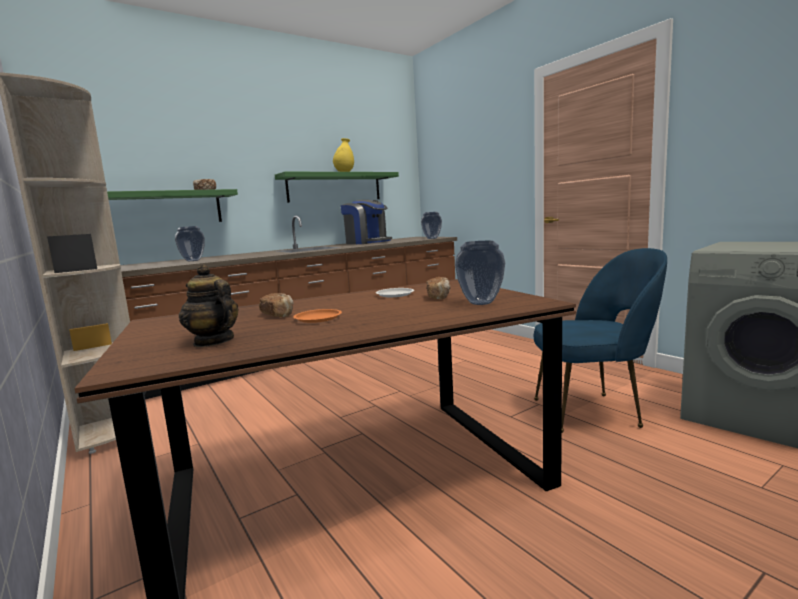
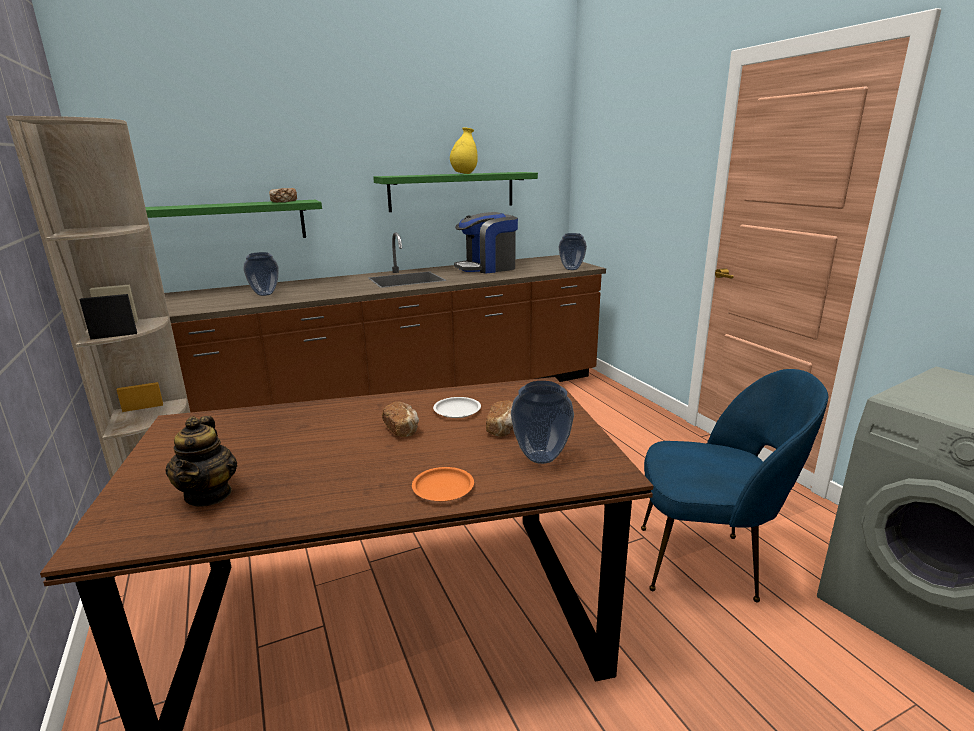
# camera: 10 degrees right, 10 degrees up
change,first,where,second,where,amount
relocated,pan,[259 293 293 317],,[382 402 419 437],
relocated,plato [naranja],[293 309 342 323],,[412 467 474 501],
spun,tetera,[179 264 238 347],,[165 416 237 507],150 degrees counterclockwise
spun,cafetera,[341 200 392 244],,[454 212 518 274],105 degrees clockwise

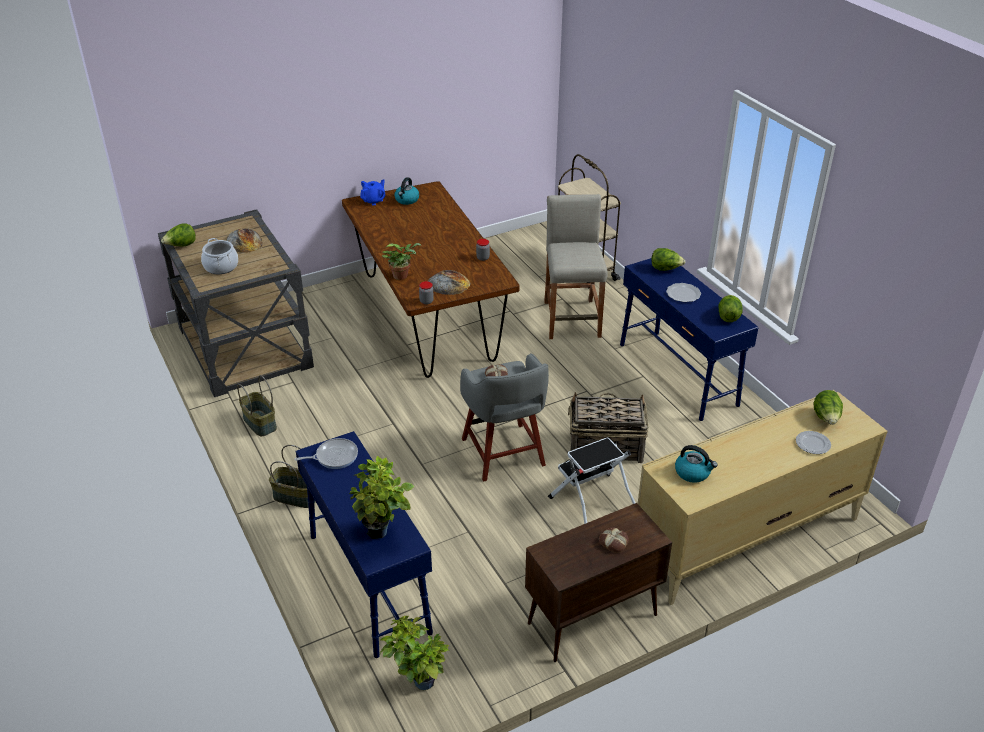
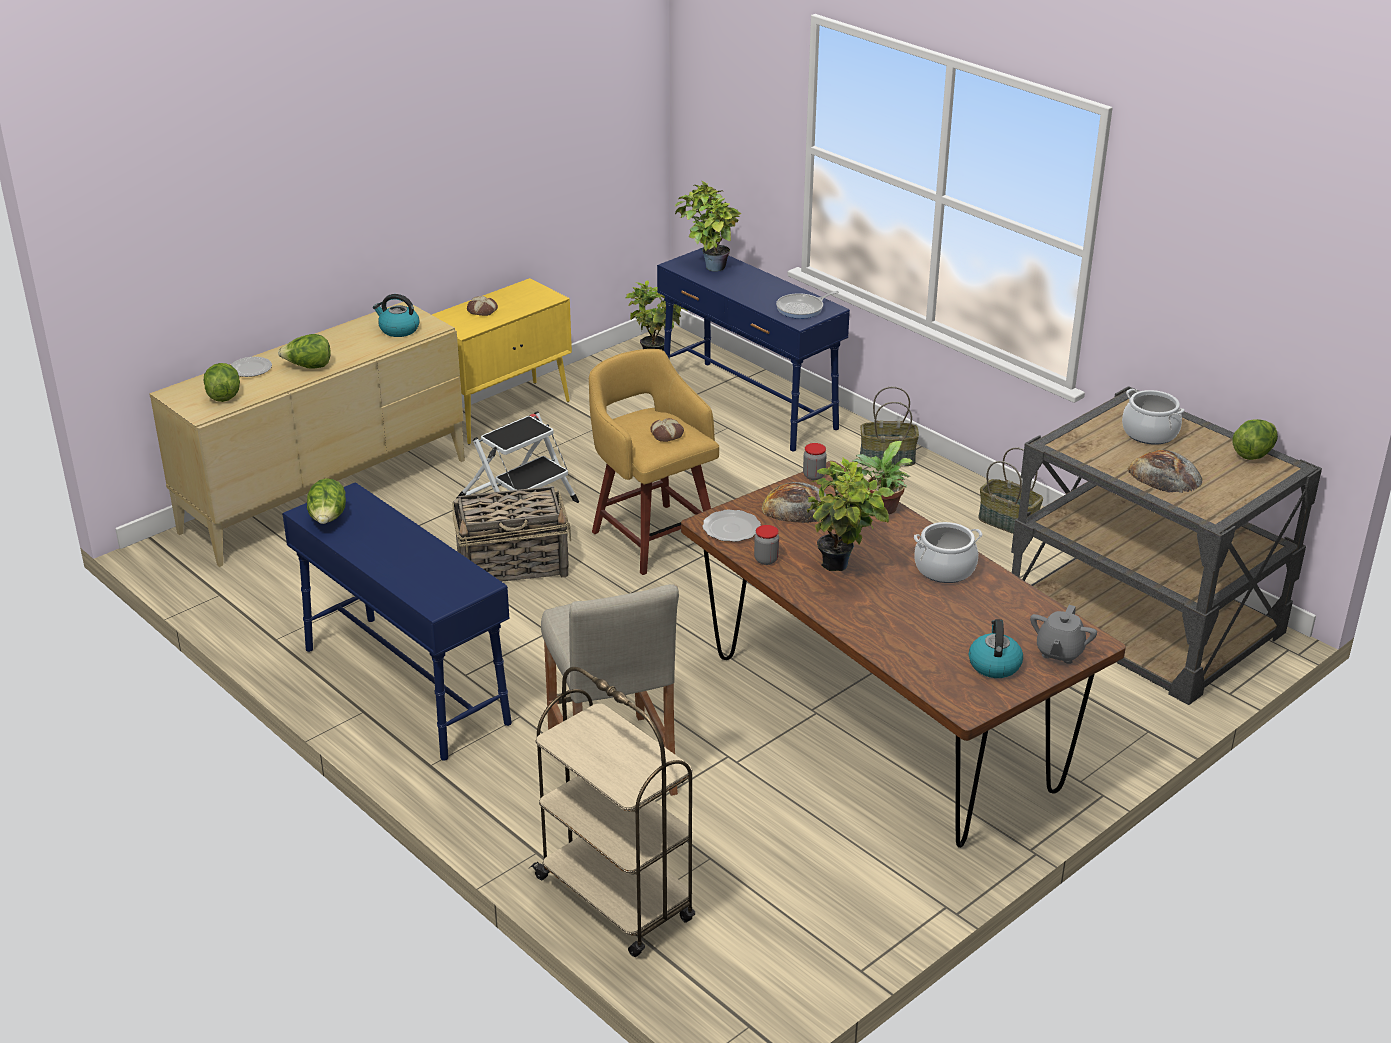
# camera: 165 degrees right, 5 degrees down
change,first,where,second,where,amount
appeared,,,planta en maceta,[807 458 895 571],
appeared,,,olla,[914 522 982 583],
relocated,lechuga,[651 248 685 271],,[278 334 330 369],
relocated,plato,[666 283 701 302],,[702 510 761 542],
colour,tetera [azul],[360 179 385 206],tetera [gris],[1030 605 1097 664],
colour,taburete [gris],[460 353 549 481],taburete [amarillo],[589 349 719 575],
colour,armario [marrón],[525 503 672 662],armario [amarillo],[432 278 572 445],

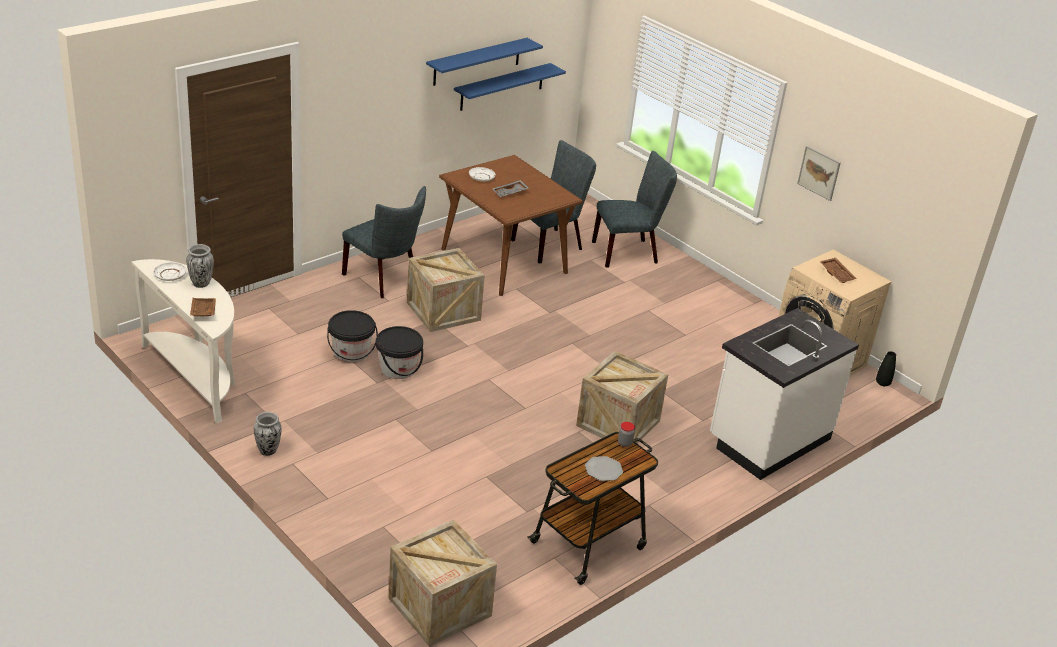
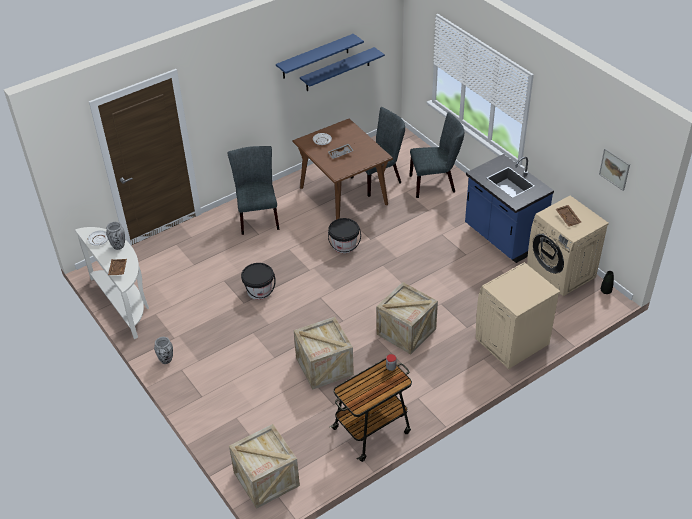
# camera: 10 degrees right, 10 degrees up
change,first,where,second,where,amount
missing,plato,[585 456 623 481],,,
appeared,,,mueble bajo de cocina [azul],[465 154 554 263],
relocated,cubo [negro],[327 310 378 363],,[328 218 361 253],
relocated,caja de embalaje,[407 248 485 332],,[294 317 354 390],
relocated,cuadro,[797 146 841 201],,[599 148 630 191],
exchanged,mueble bajo de cocina [blanco],[710 308 859 480],lavadora [beis],[476 262 560 369],
spun,silla [gris],[342 186 426 298],,[228 146 279 235],150 degrees counterclockwise

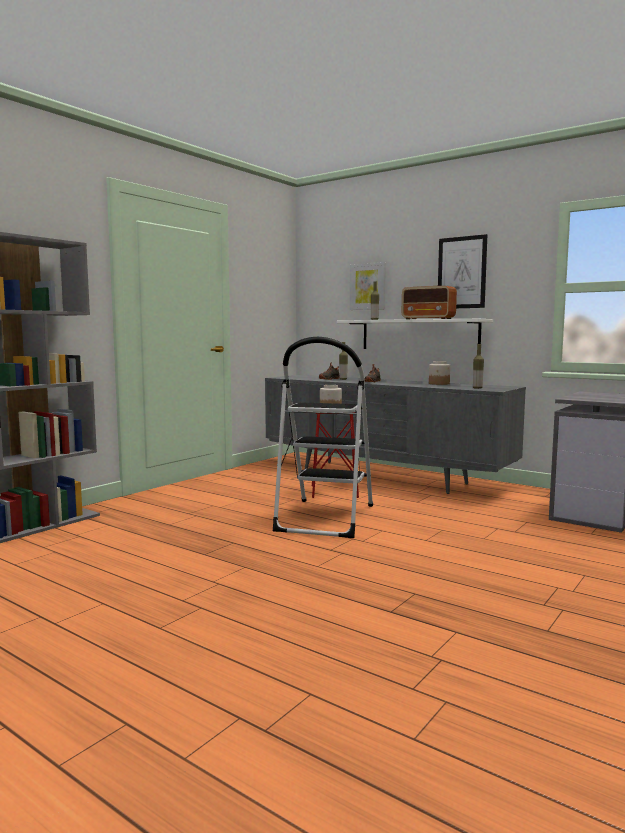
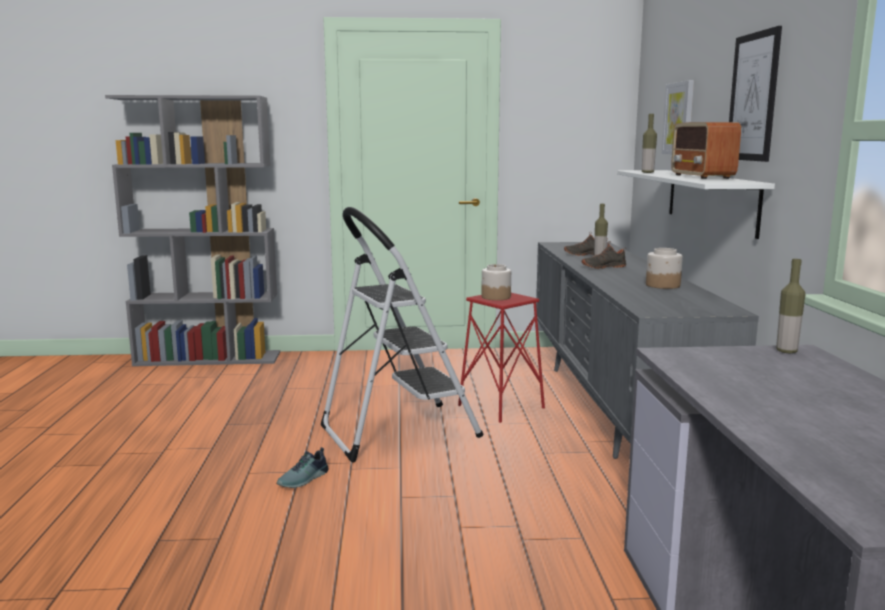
# camera: 50 degrees right, 5 degrees up
change,first,where,second,where,amount
appeared,,,zapato,[277 447 328 488],
relocated,botella,[473 344 484 389],,[776 259 805 353],

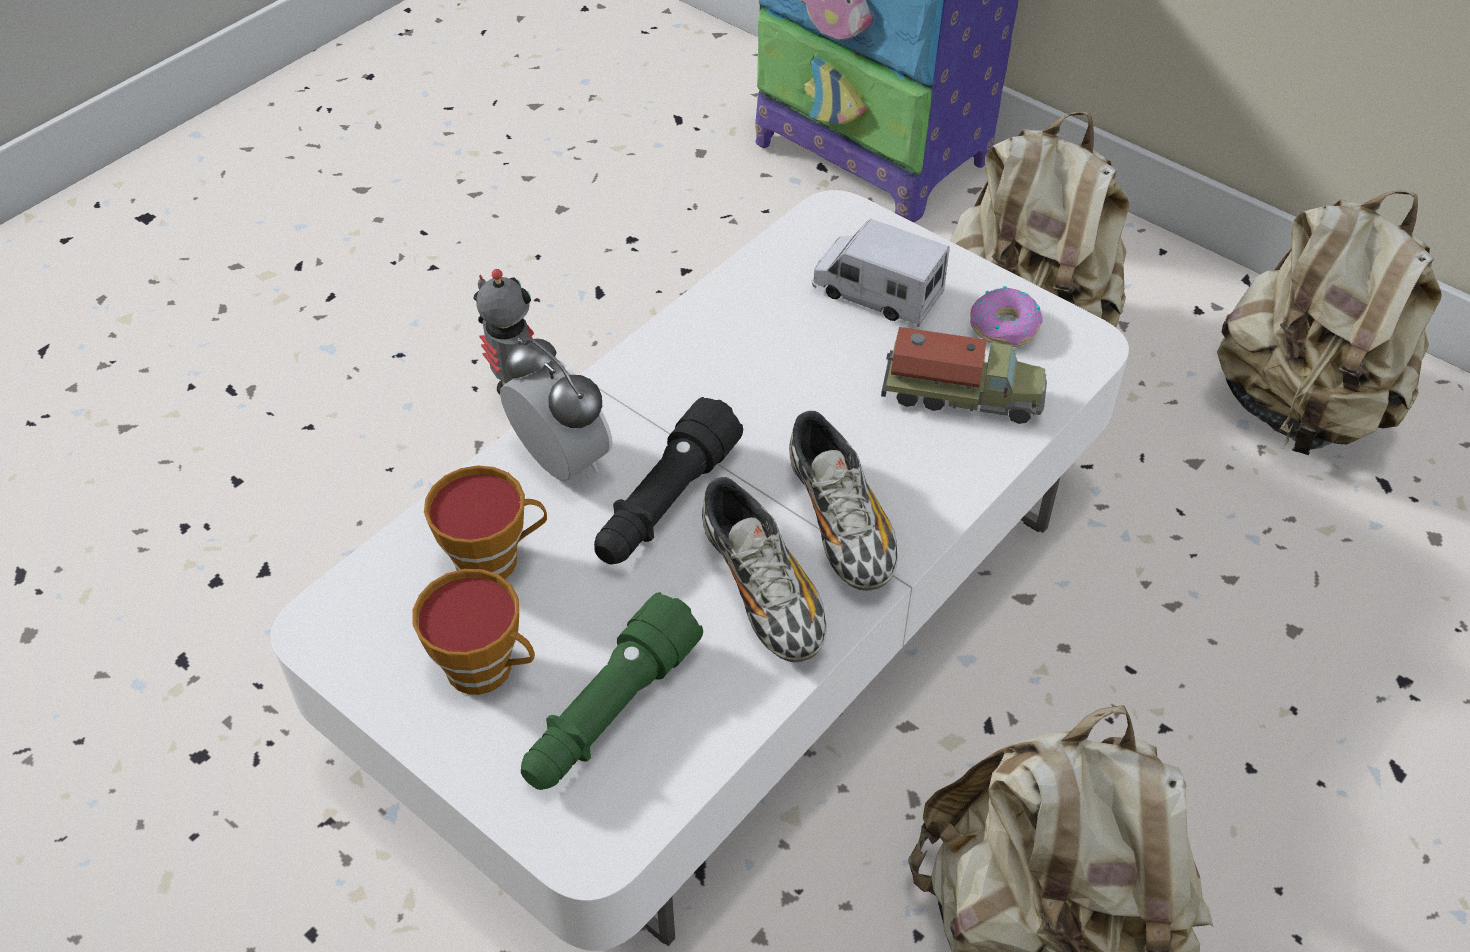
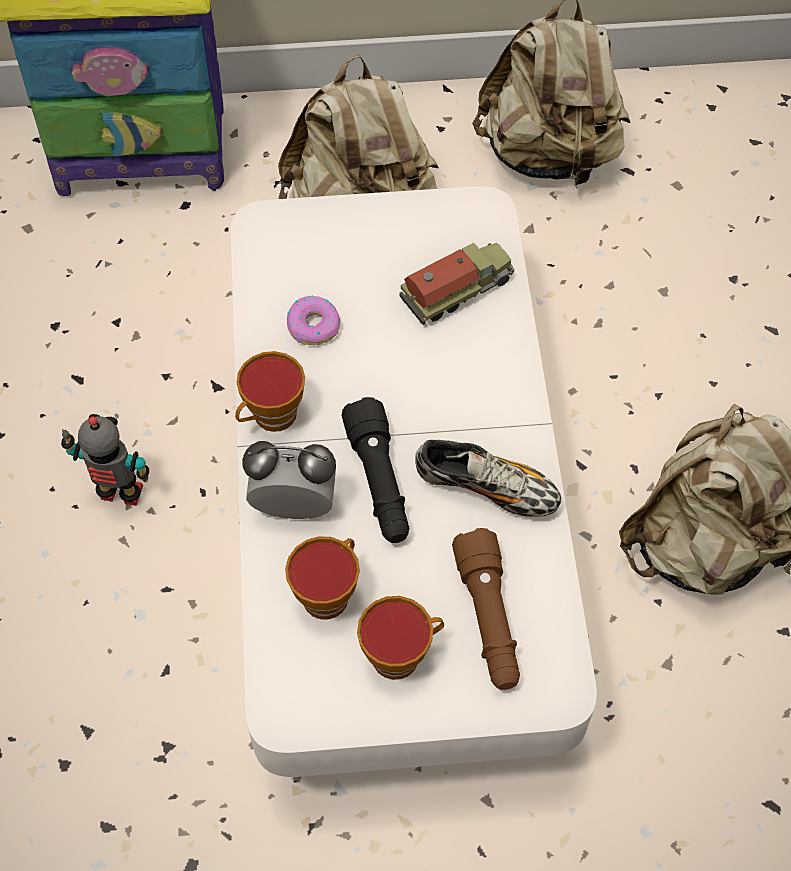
# camera: 45 degrees left, 10 degrees up
change,first,where,second,where,amount
missing,zapato,[789 411 898 591],,,
missing,camión de juguete,[812 219 950 327],,,
appeared,,,taza,[235 351 305 432],
relocated,rosquilla,[970 286 1042 347],,[287 296 341 345],
colour,linterna [verde],[521 592 703 790],linterna [marrón],[452 528 520 690],

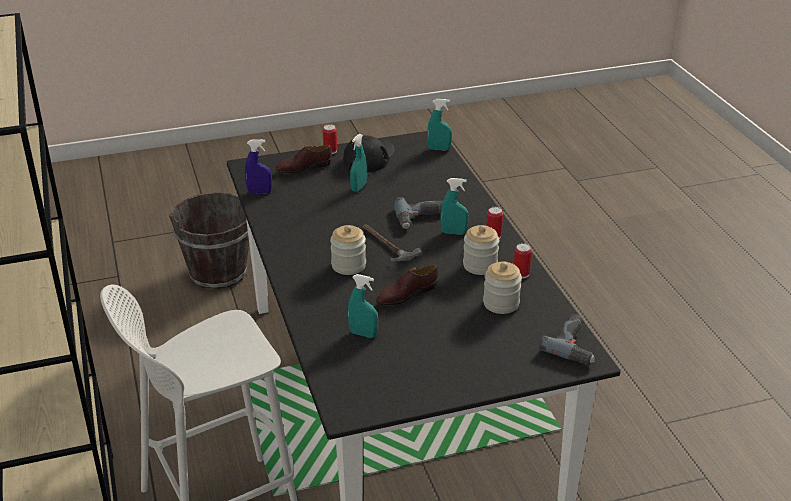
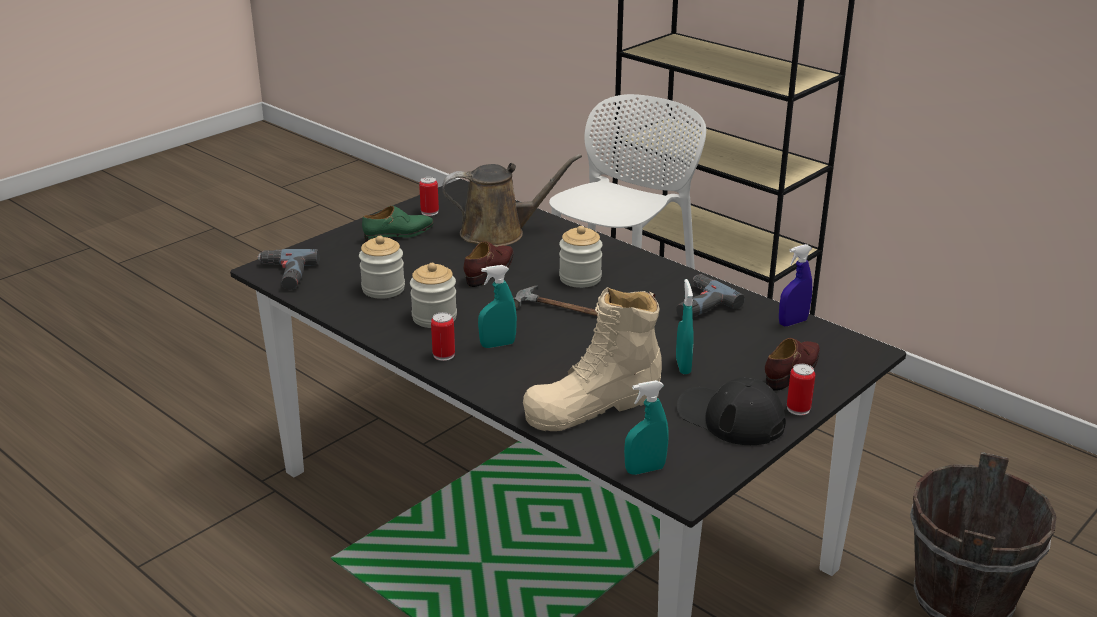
# camera: 150 degrees right, 5 degrees down
change,first,where,second,where,amount
appeared,,,zapato [verde],[362 206 434 242],
appeared,,,bota [beis],[523 287 662 431],
relocated,taladro,[393 197 443 229],,[676 274 745 319],
relocated,lata,[514 243 532 279],,[419 177 439 216],
exchanged,pulverizador [turquesa],[348 274 378 338],regadera [marrón],[442 154 582 247],
spun,gorra [negro],[343 135 395 173],,[677 377 786 445],135 degrees clockwise

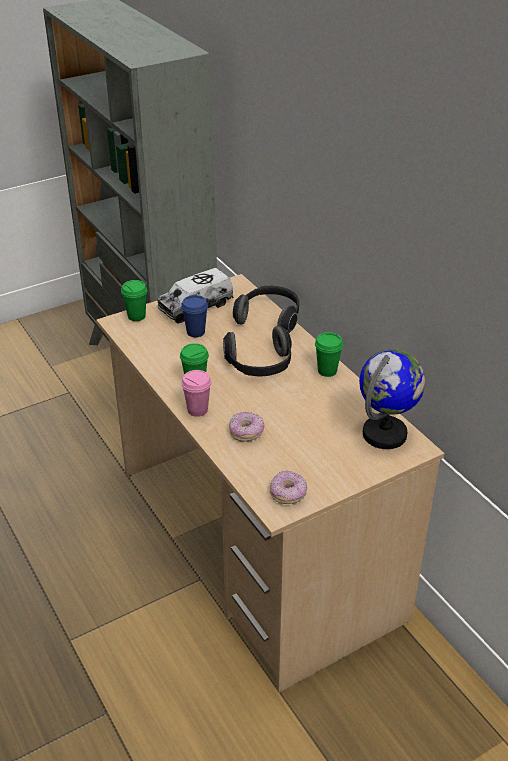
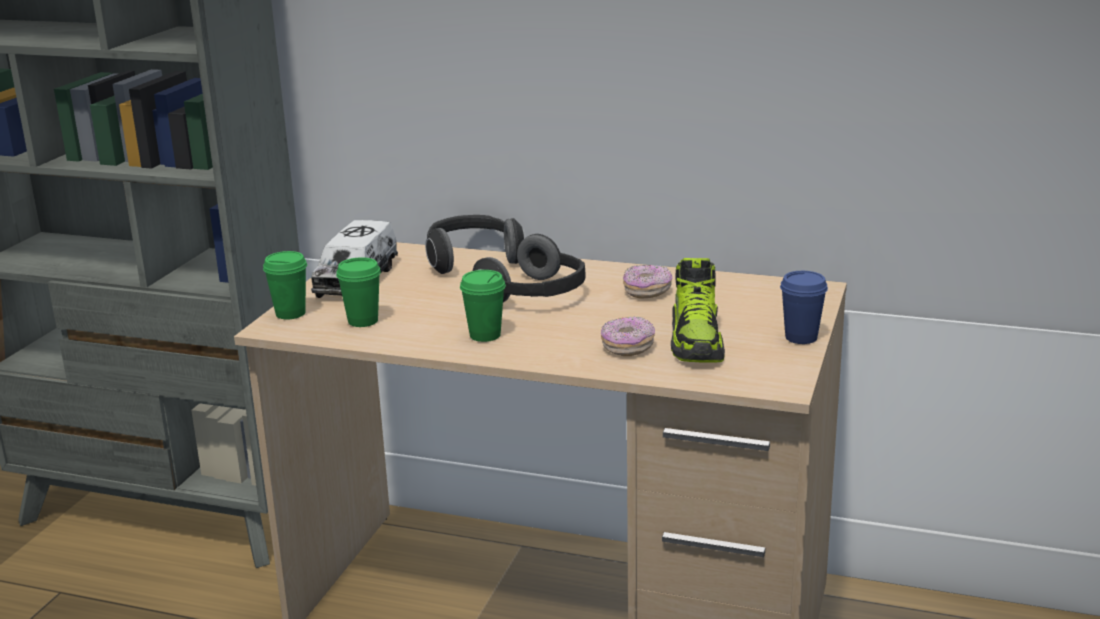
# camera: 40 degrees left, 15 degrees down
change,first,where,second,where,amount
missing,taza [rosa],[181 370 212 417],,,
missing,globo terráqueo,[359 349 425 449],,,
appeared,,,zapato,[671 258 725 363],
relocated,taza [azul],[181 295 208 337],,[780 271 828 344],
relocated,rosquilla,[270 471 307 504],,[623 265 672 299],
relocated,taza [verde],[315 332 343 377],,[336 257 381 327],

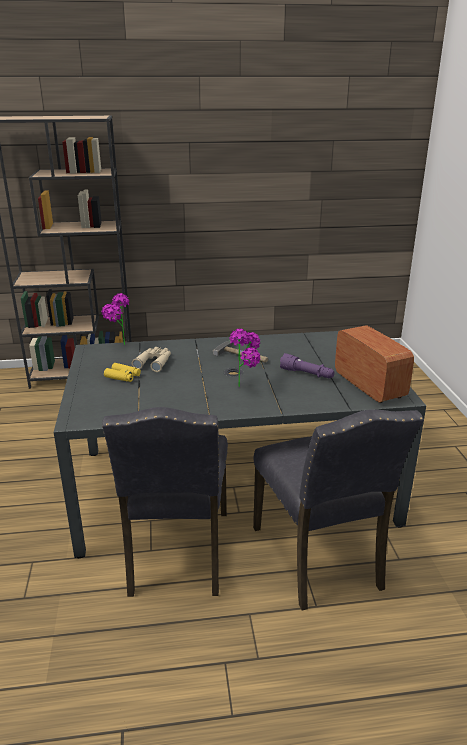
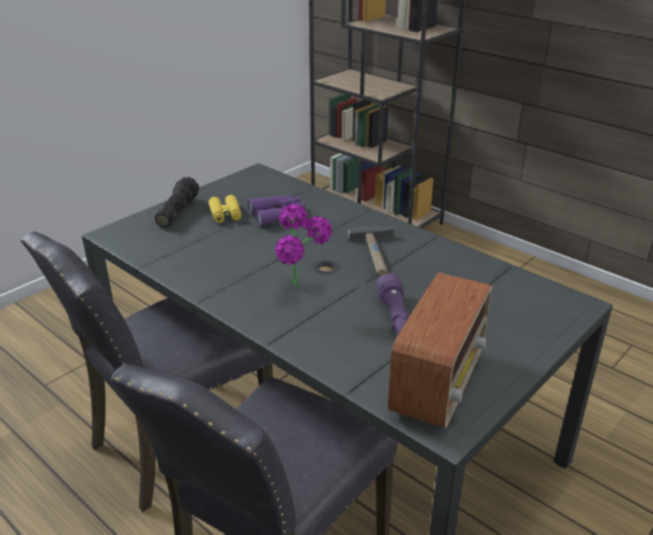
# camera: 50 degrees right, 5 degrees up
change,first,where,second,where,amount
missing,planta en maceta,[102 293 129 345],,,
appeared,,,linterna,[155 177 199 227],
colour,prismáticos [beis],[132 347 171 372],prismáticos [morado],[248 195 306 226],

